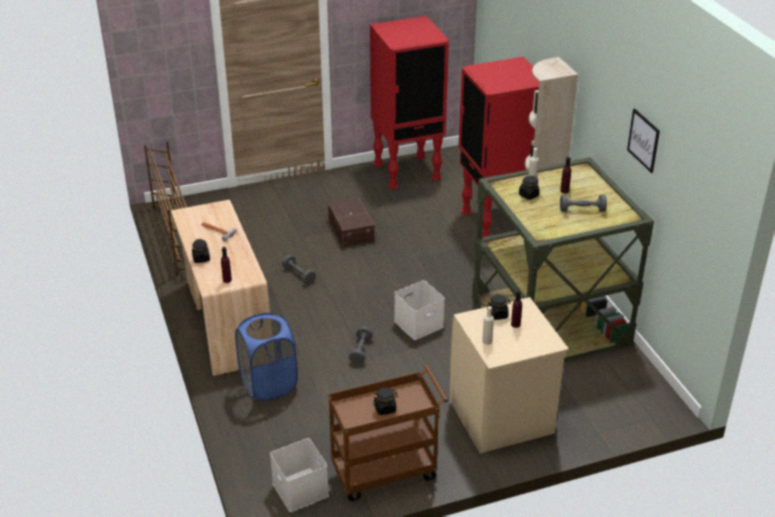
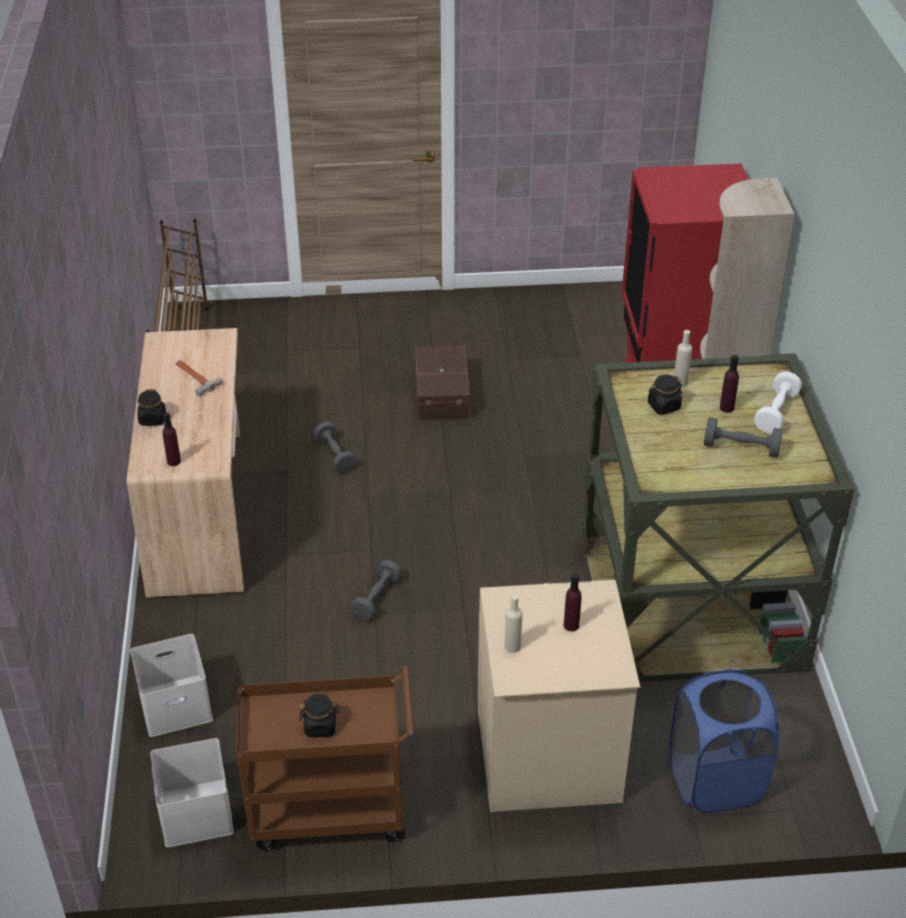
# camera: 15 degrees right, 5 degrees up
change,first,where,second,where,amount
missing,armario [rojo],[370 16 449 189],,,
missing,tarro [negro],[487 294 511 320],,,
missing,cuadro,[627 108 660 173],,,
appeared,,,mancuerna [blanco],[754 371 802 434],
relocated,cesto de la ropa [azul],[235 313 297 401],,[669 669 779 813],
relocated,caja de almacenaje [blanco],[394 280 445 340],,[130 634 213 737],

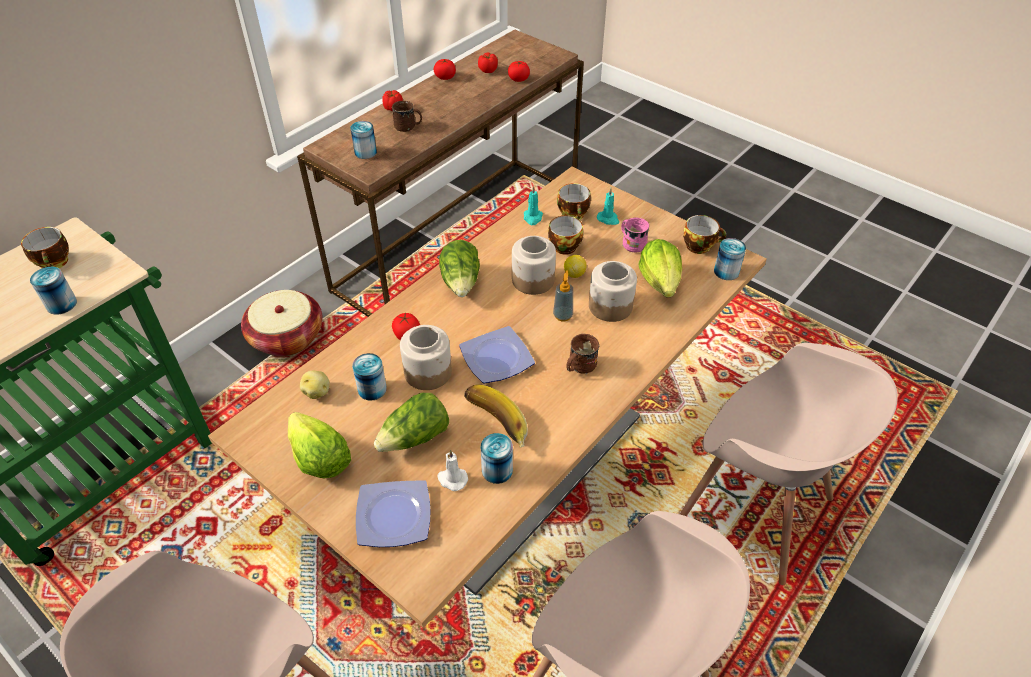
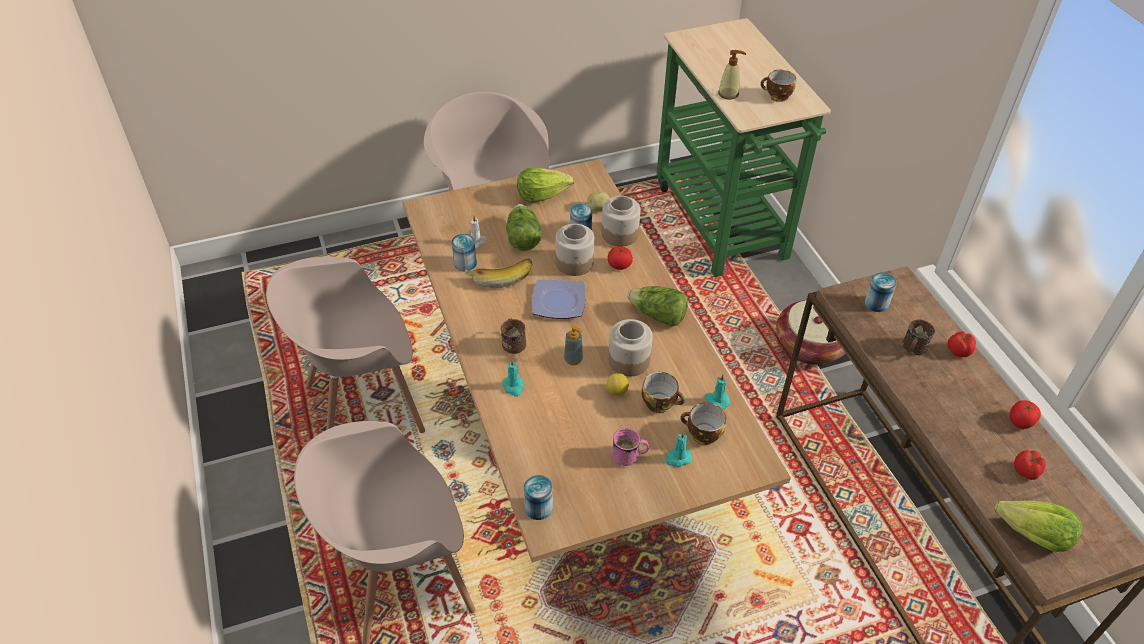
# camera: 120 degrees right, 0 degrees up
change,first,where,second,where,amount
missing,plato,[356 480 430 547],,,
missing,tomate,[508 61 530 82],,,
missing,taza,[683 215 726 254],,,
appeared,,,vela [turquesa],[502 359 524 397],
relocated,tarro,[589 261 637 322],,[602 196 640 247],
relocated,lechuga,[638 239 682 297],,[995 501 1082 552],
exchanged,lata,[30 267 77 315],dispensador de jabón,[718 50 746 100],

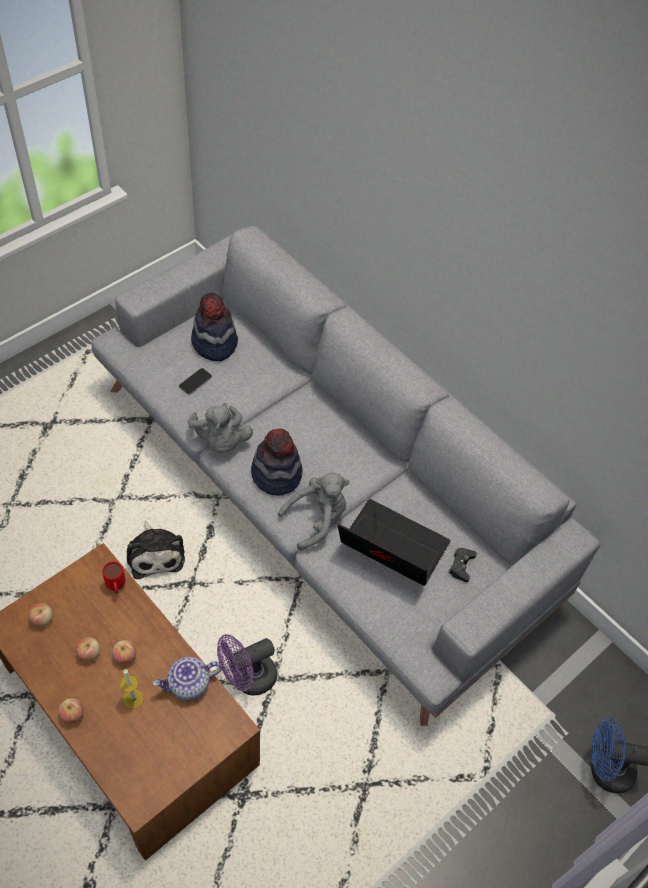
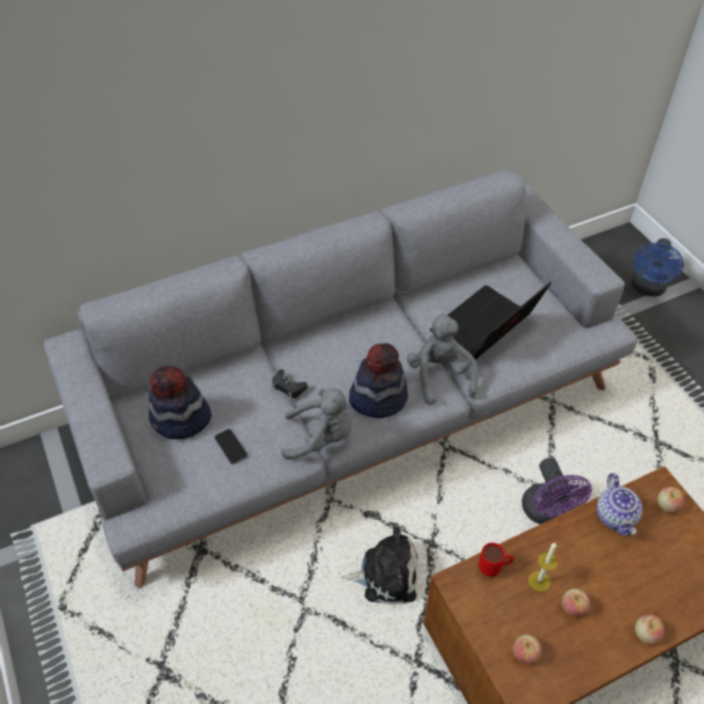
# camera: 70 degrees left, 5 degrees down
change,first,where,second,where,amount
relocated,manzana,[112 640 136 664],,[658 487 684 513],
relocated,vela,[120 669 144 709],,[528 543 558 592],
relocated,mando de consola [negro],[448 548 477 582],,[272 369 307 400],

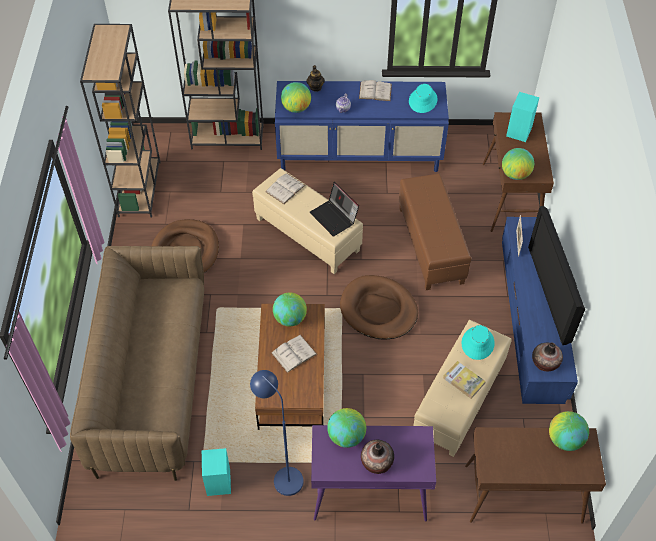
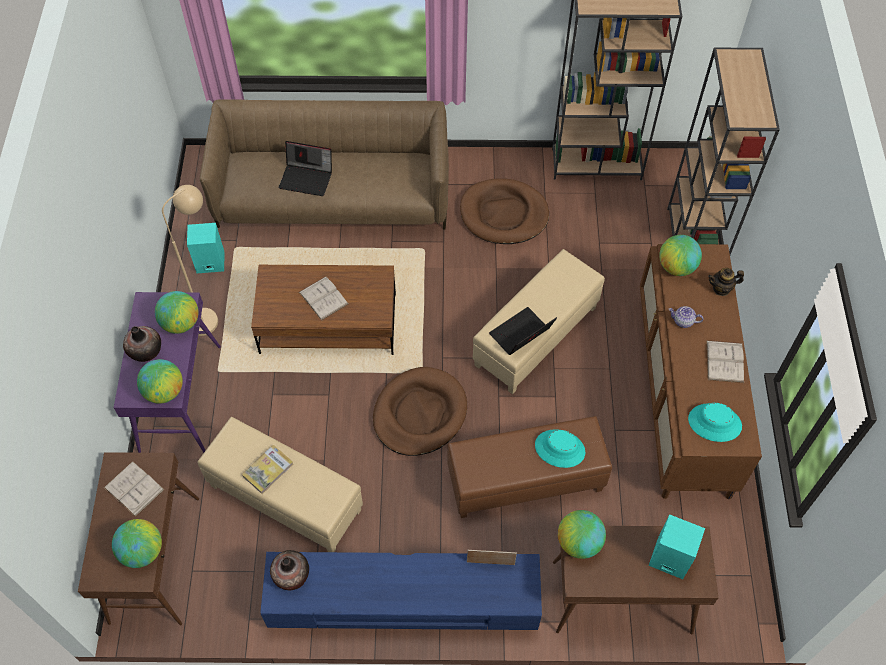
# camera: 90 degrees right, 5 degrees up
change,first,where,second,where,amount
missing,televisor,[528 206 585 345],,,
appeared,,,portátil,[279 141 332 196],
relocated,libro [blanco],[265 173 306 204],,[104 461 164 517],
relocated,globo terráqueo,[273 292 307 327],,[137 359 183 404],
relocated,sombrero [turquesa],[462 325 495 360],,[535 429 585 468],
colour,lámpara de pie [azul],[250 370 304 496],lámpara de pie [beis],[162 185 218 336],
colour,armario [azul],[275 81 449 172],armario [marrón],[640 244 762 499],

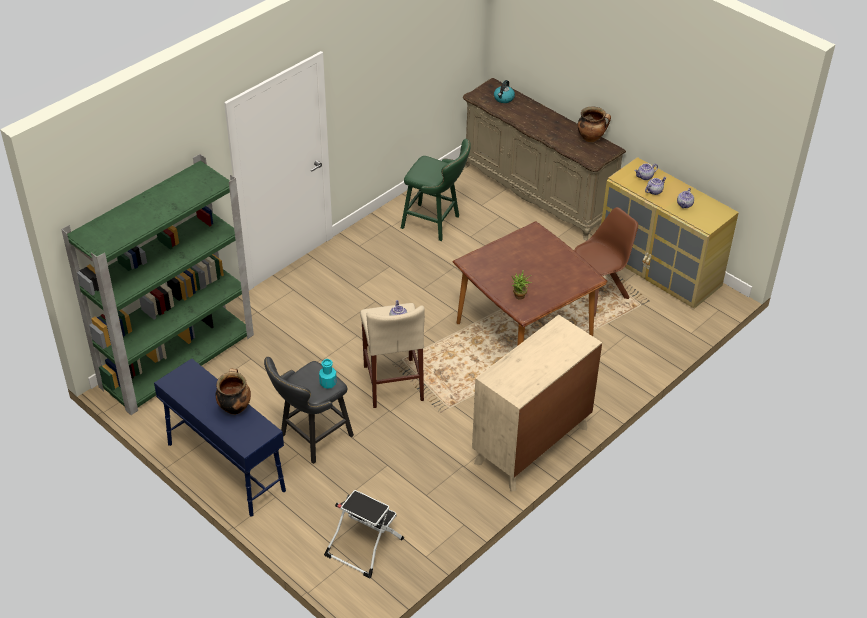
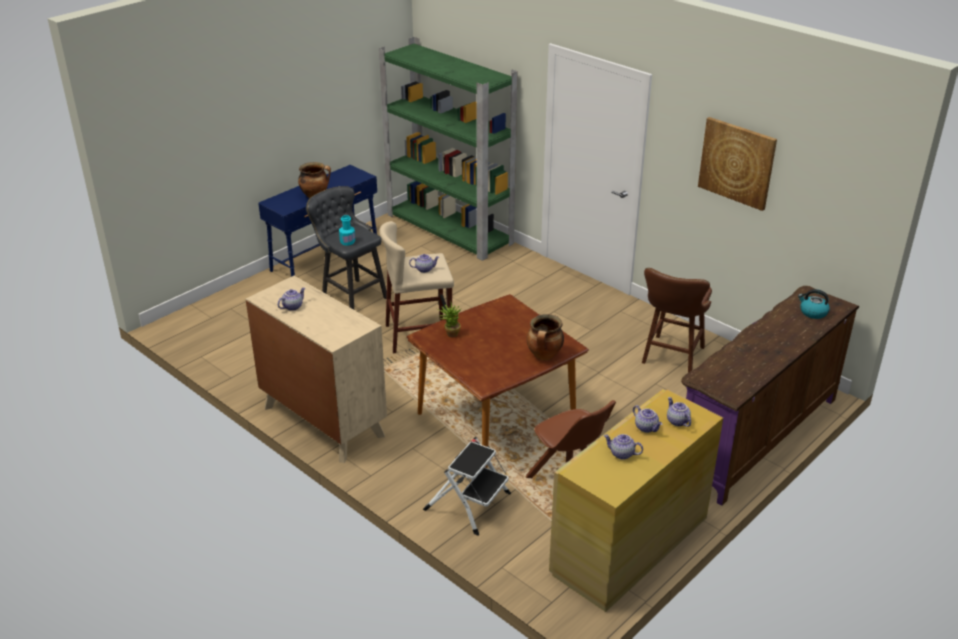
# camera: 90 degrees right, 10 degrees down
change,first,where,second,where,amount
appeared,,,tetera,[278 287 305 311],
appeared,,,cuadro,[698 117 777 211],
relocated,escalera de tijera,[324 490 405 578],,[423 437 511 536],
relocated,olla,[578 107 611 142],,[526 314 564 360],
colour,taburete [verde],[401 139 471 241],taburete [marrón],[642 268 712 373],
colour,armario [beis],[463 78 626 241],armario [morado],[681 286 859 506],

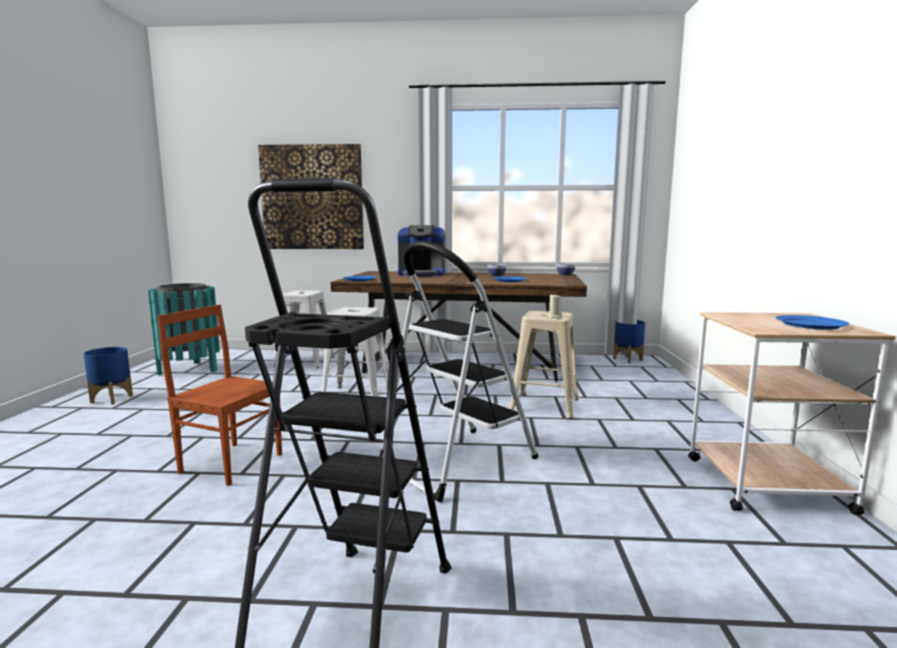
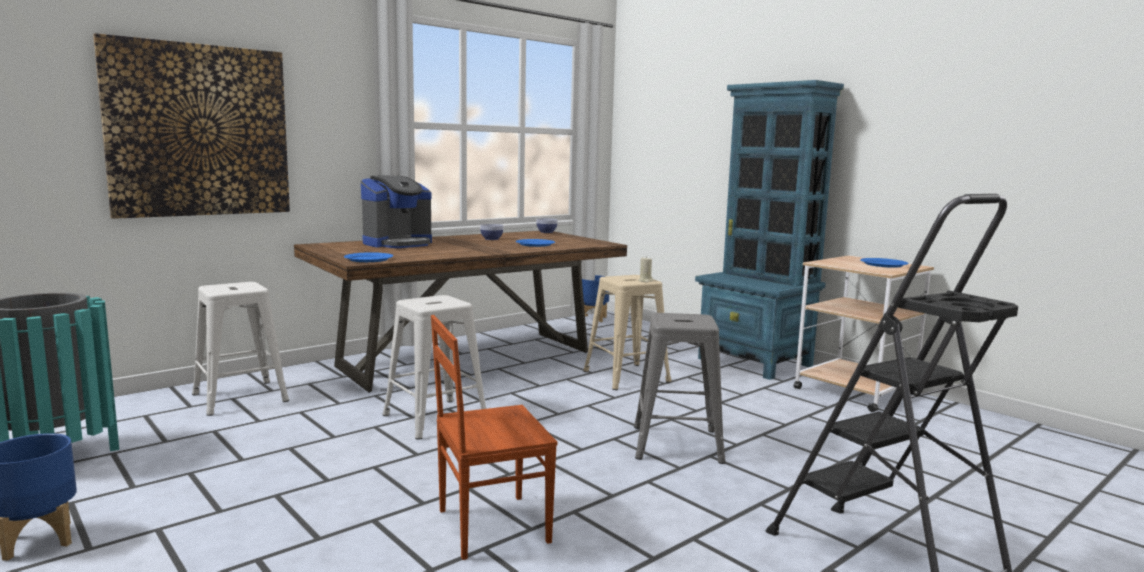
# camera: 45 degrees left, 0 degrees up
change,first,where,second,where,amount
appeared,,,armario [azul],[695 80 844 380],
exchanged,escalera de tijera,[379 241 538 502],taburete [gris],[634 313 726 464],

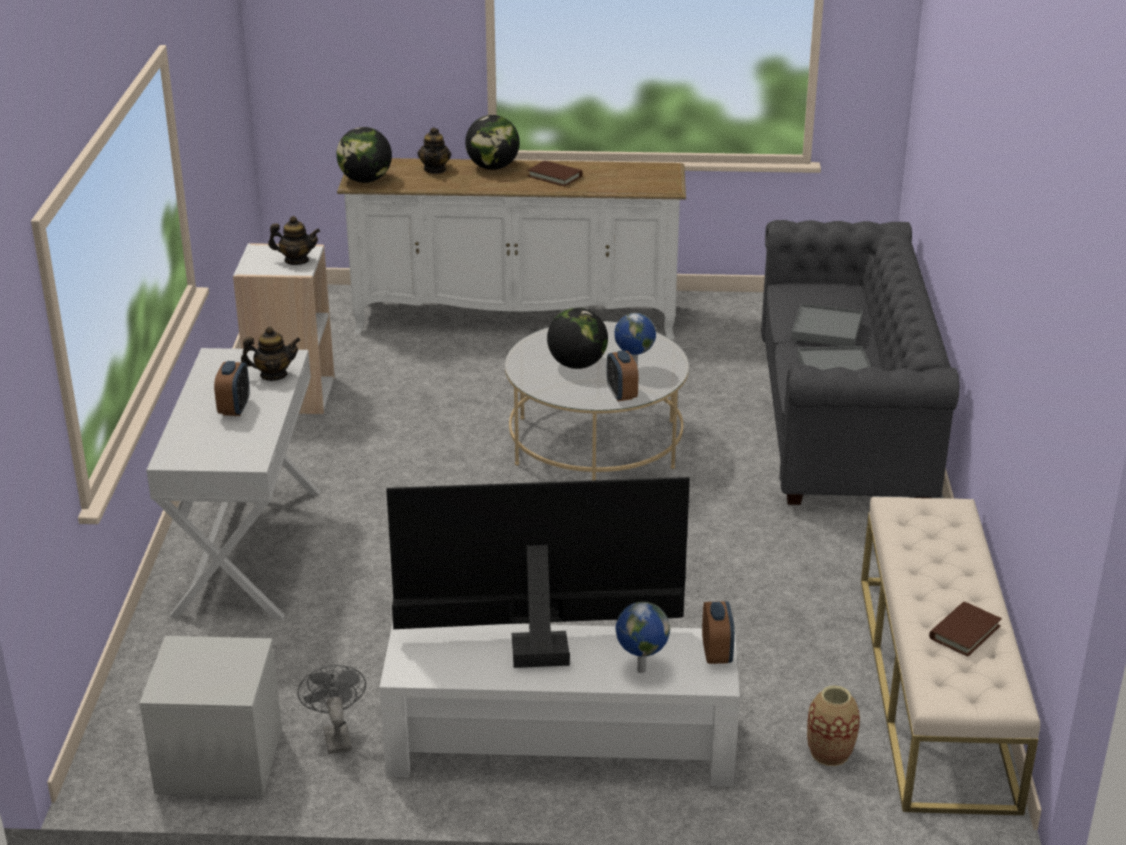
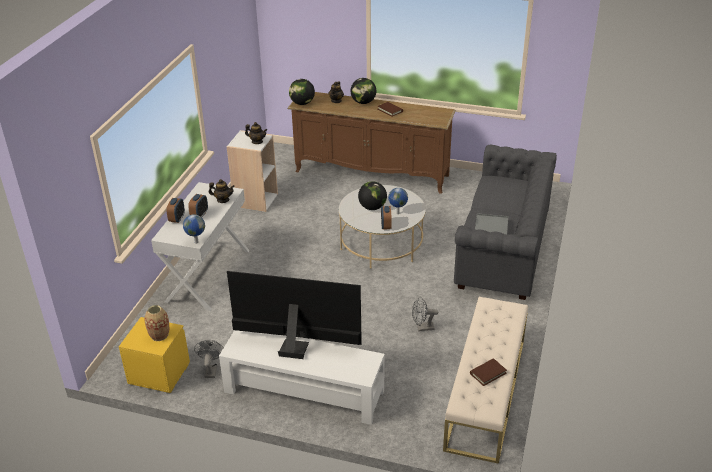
# camera: 15 degrees right, 5 degrees up
change,first,where,second,where,amount
missing,bandeja [gris],[791 303 862 346],,,
appeared,,,ventilador [gris],[412 297 438 331],
relocated,globo terráqueo,[616 602 670 673],,[183 214 205 244],
relocated,despertador,[702 601 735 664],,[166 198 185 223],
relocated,florero,[807 685 860 766],,[144 305 169 341],
colour,mesita de noche [blanco],[139 636 282 797],mesita de noche [amarillo],[119 317 190 393],
colour,armario [blanco],[337 158 686 339],armario [marrón],[288 92 456 194],

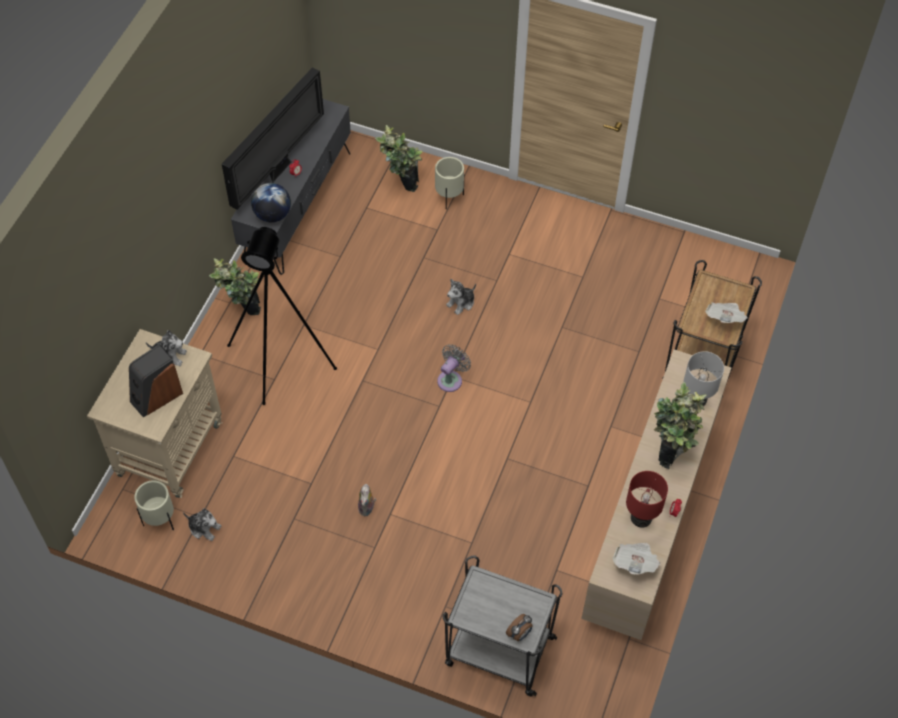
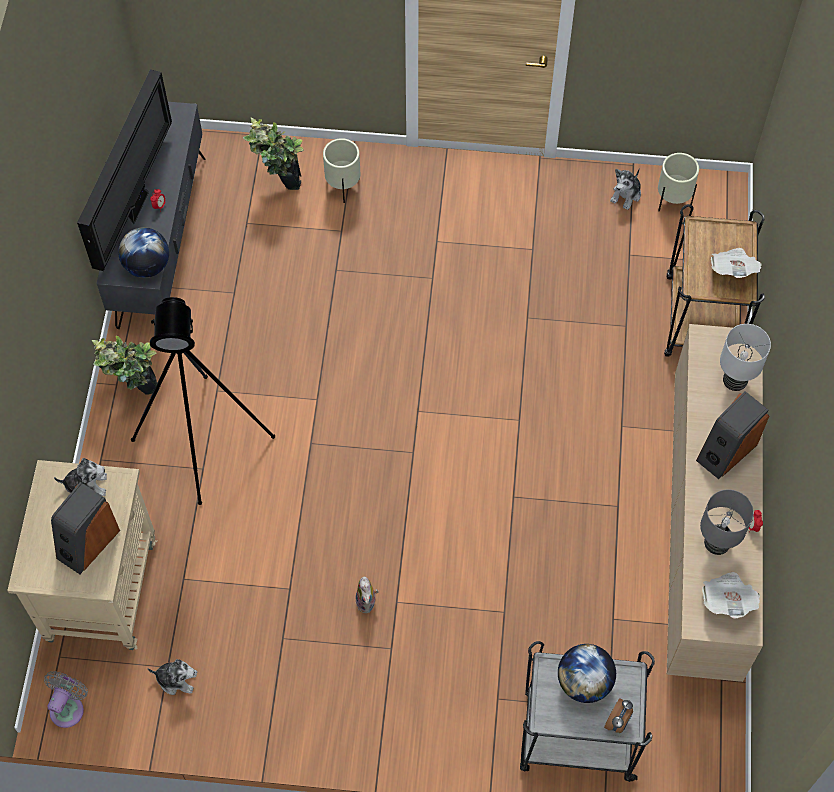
# camera: 15 degrees left, 5 degrees up
change,first,where,second,where,amount
appeared,,,globo terráqueo,[558 644 616 703],
relocated,maceta [beis],[134 480 174 530],,[658 153 699 211],
relocated,ventilador [gris],[437 344 471 392],,[44 671 88 728],
relocated,peluche,[446 279 476 315],,[610 168 641 210],
exchanged,planta en maceta,[654 382 706 469],altavoz,[696 391 769 479],
colour,lámpara de mesa [rojo],[626 471 668 528],lámpara de mesa [gris],[700 490 754 555],

